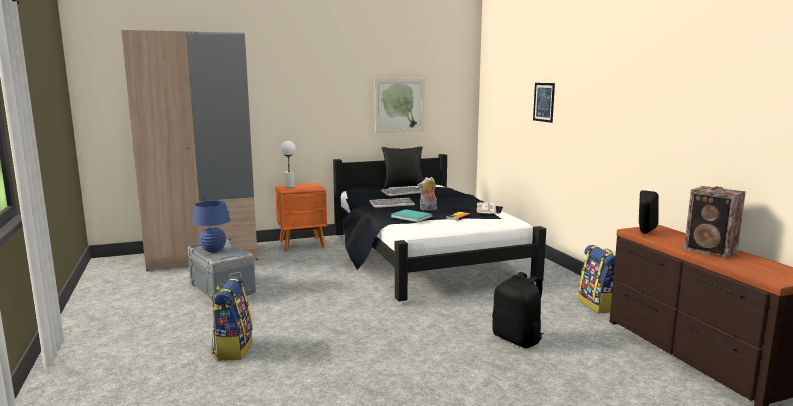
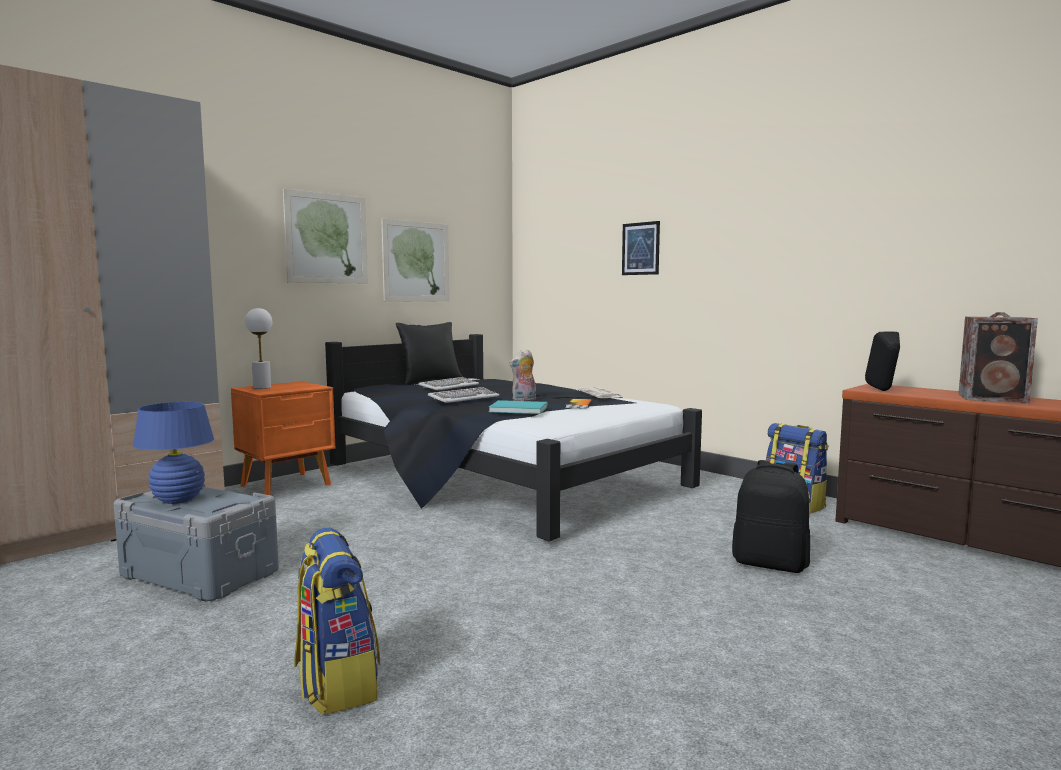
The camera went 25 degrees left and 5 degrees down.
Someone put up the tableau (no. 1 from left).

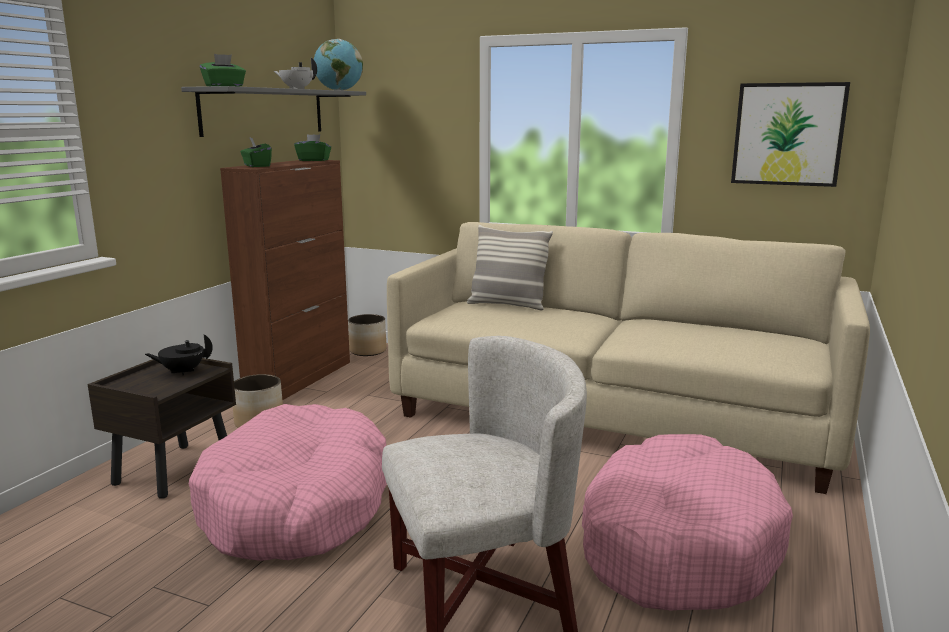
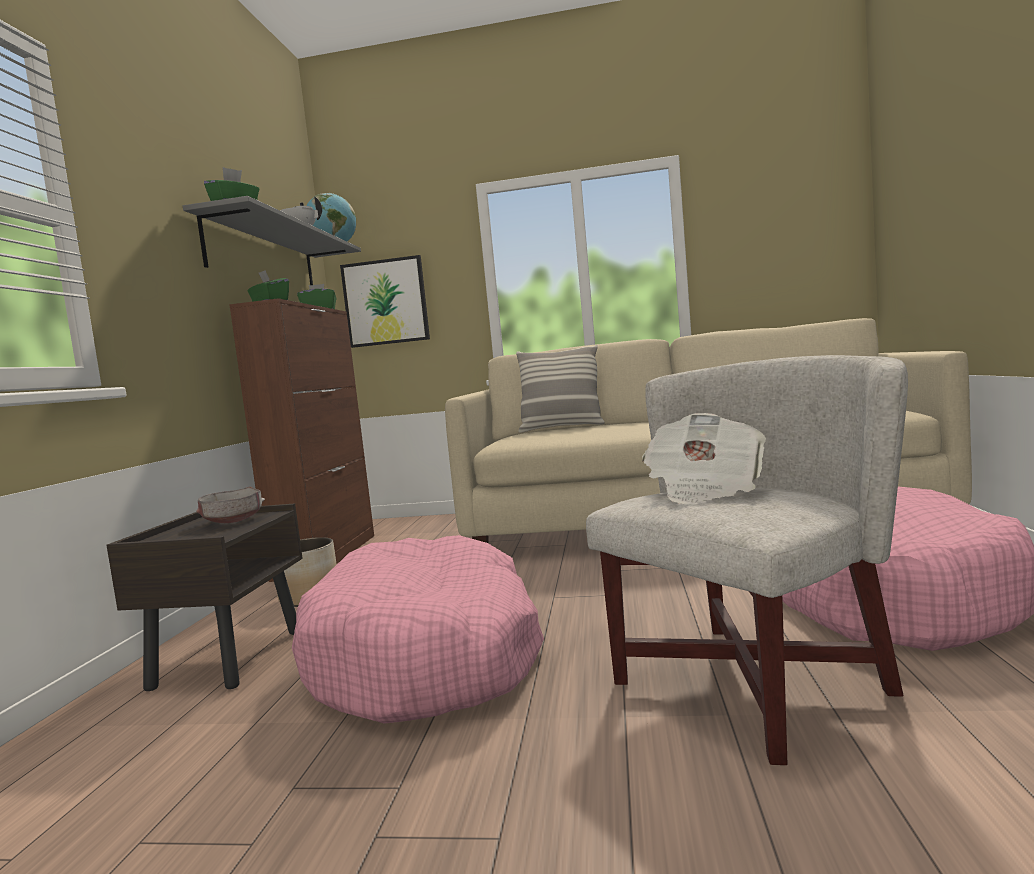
The camera went 15 degrees left and 10 degrees down.
Someone took away the cache-pot (no. 2 from left).
Someone put down the journal.
Someone carried the tableau.
Someone swapped the théière (noir) for the bol (gris).

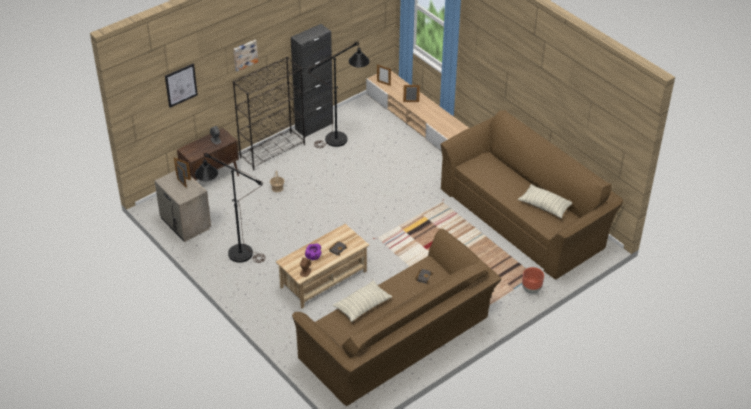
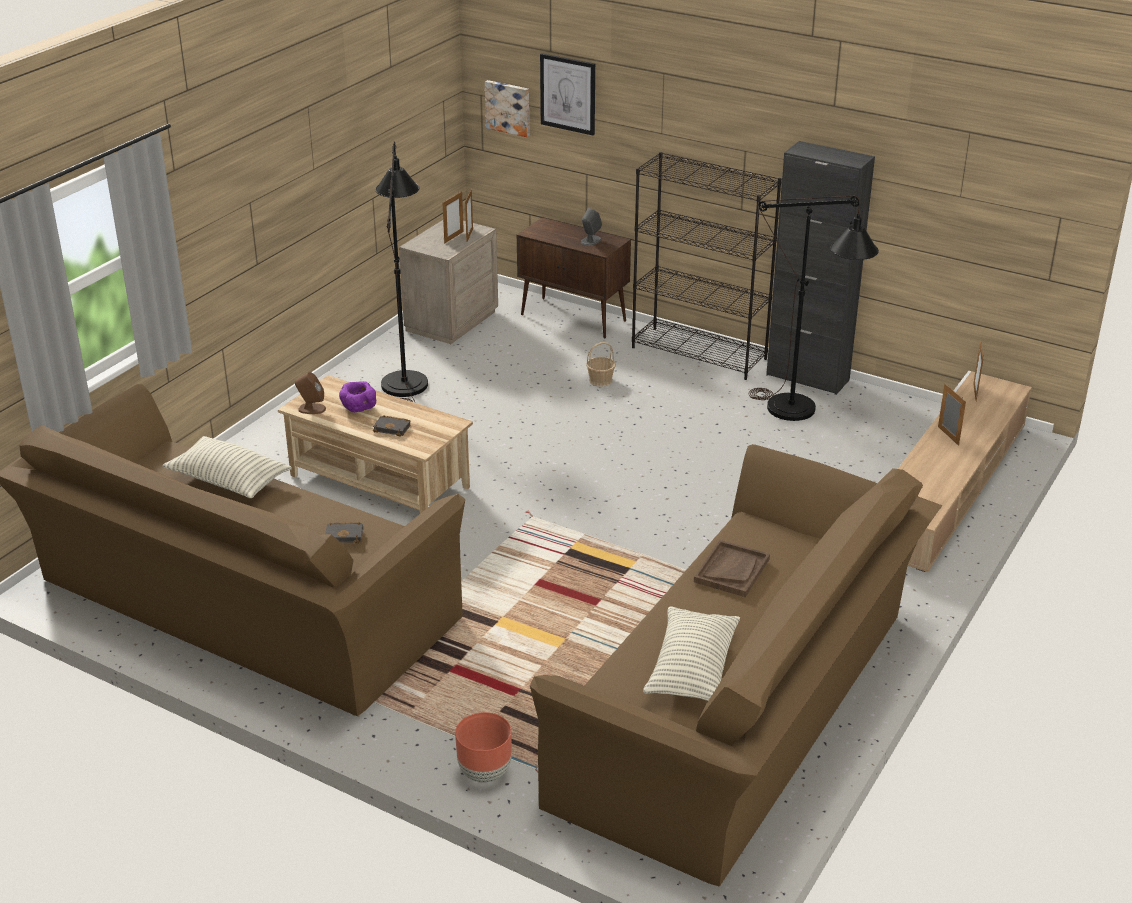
The camera went 70 degrees right and 10 degrees down.
Someone put down the plateau (marron).
Someone carried the tableau (no. 2 from left in the first image).

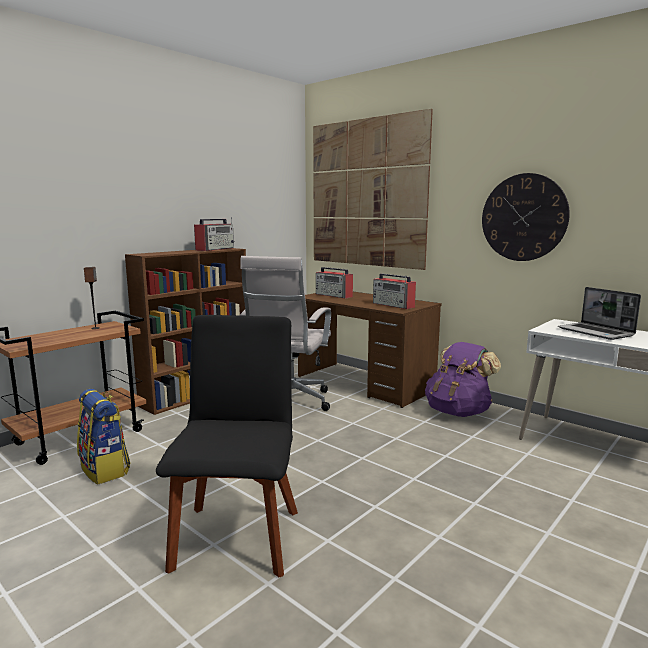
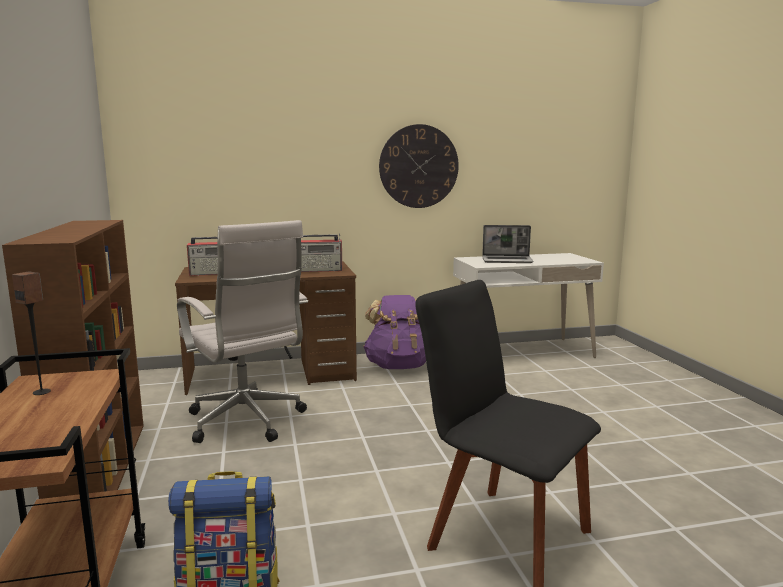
The camera went 55 degrees left and 0 degrees up.
Someone took away the radio (no. 1 from left).
Someone took away the tableau.

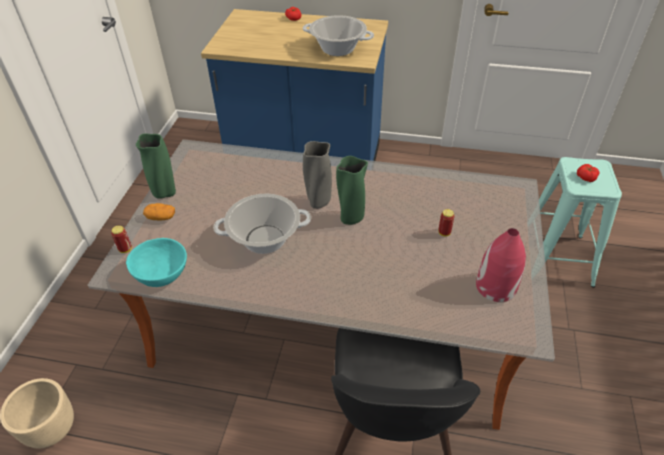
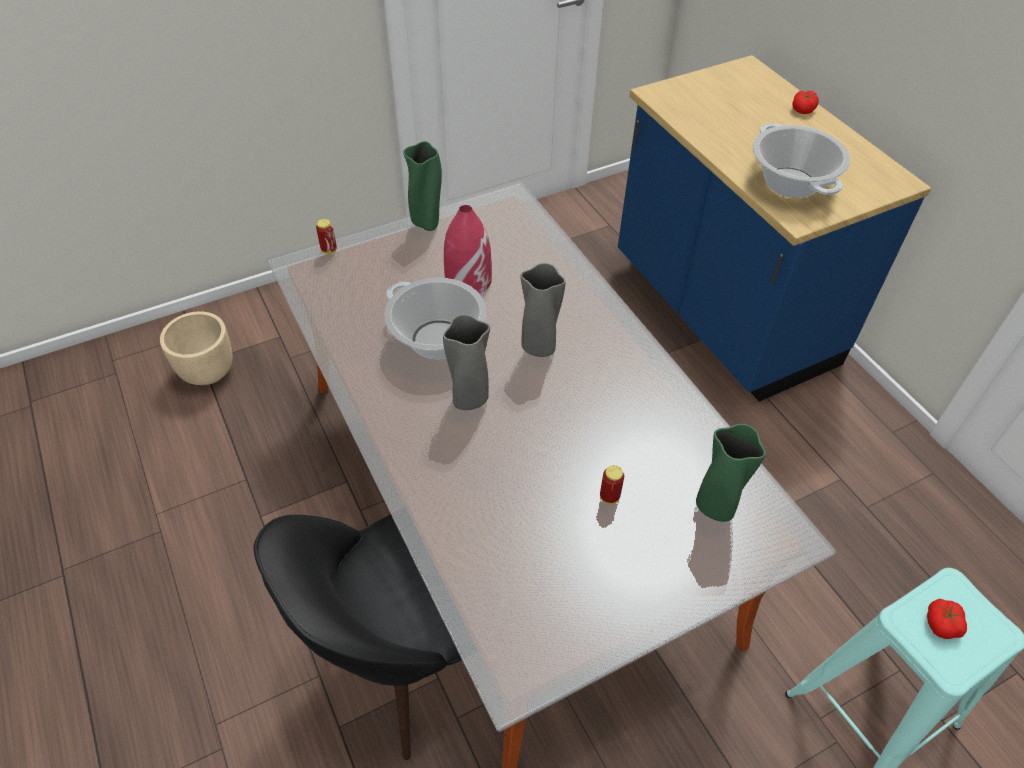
The camera went 50 degrees right and 5 degrees up.
Someone took away the bol (turquoise).
Someone took away the pomme de terre.
Someone put down the vase (gris) (no. 1 from left).
Someone carried the vase (vert) (no. 2 from left).
Someone carried the vase (rouge).

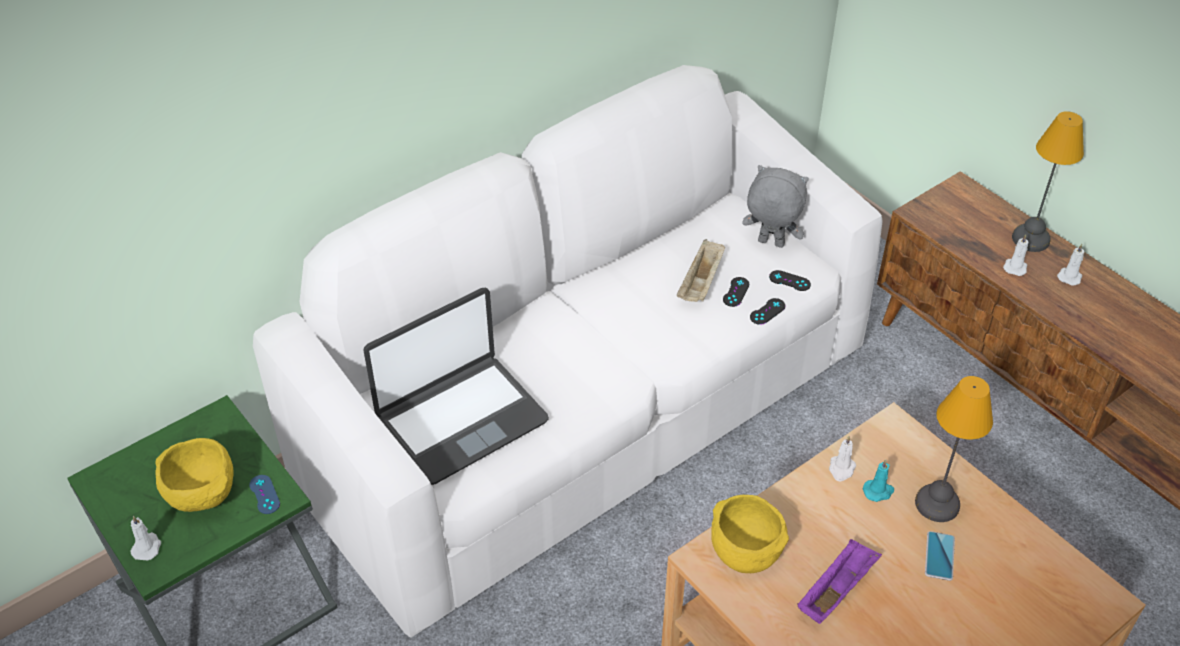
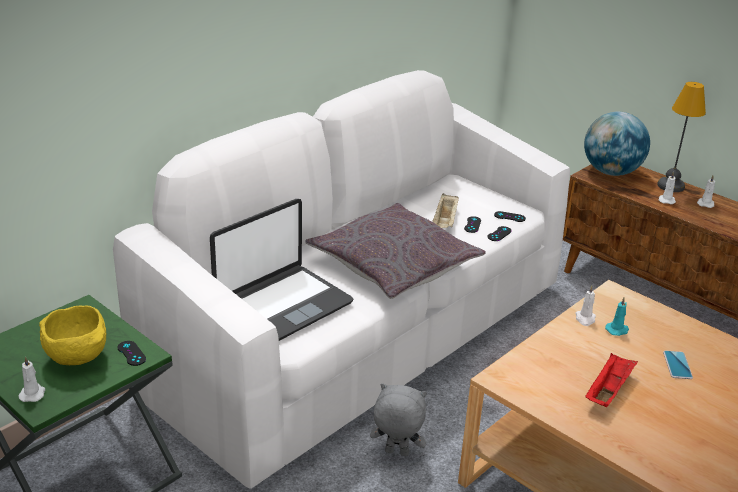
The camera went 10 degrees left and 15 degrees down.
Someone took away the bol (jaune) (no. 2 from left).
Someone took away the lampe de table (no. 1 from left).
Someone put down the coussin (gris).
Someone put down the globe.
Someone carried the peluche (gris).
Someone repainted the manette (bleu), which became the manette (noir) (no. 1 from left).
Someone repainted the plateau (violet), which became the plateau (rouge).

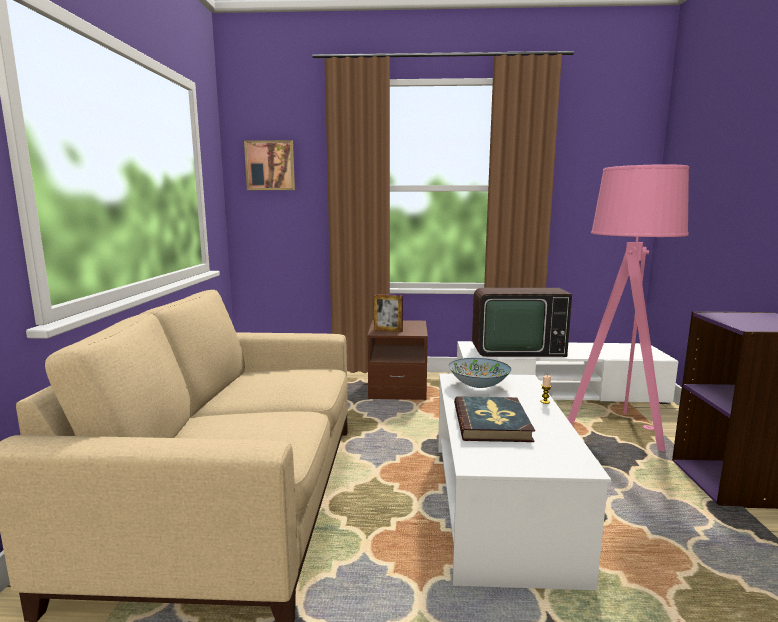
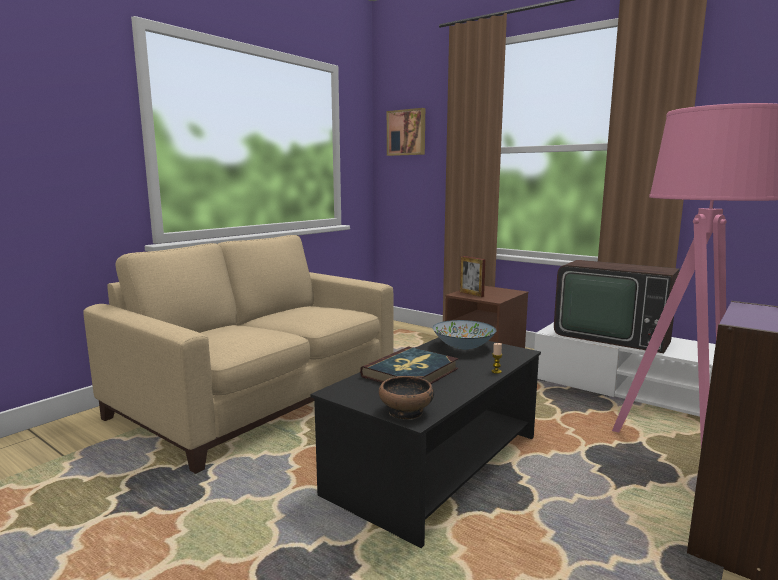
The camera went 35 degrees right and 0 degrees up.
Someone put down the bol (no. 1 from left).
Someone repainted the table basse (blanc), which became the table basse (noir).

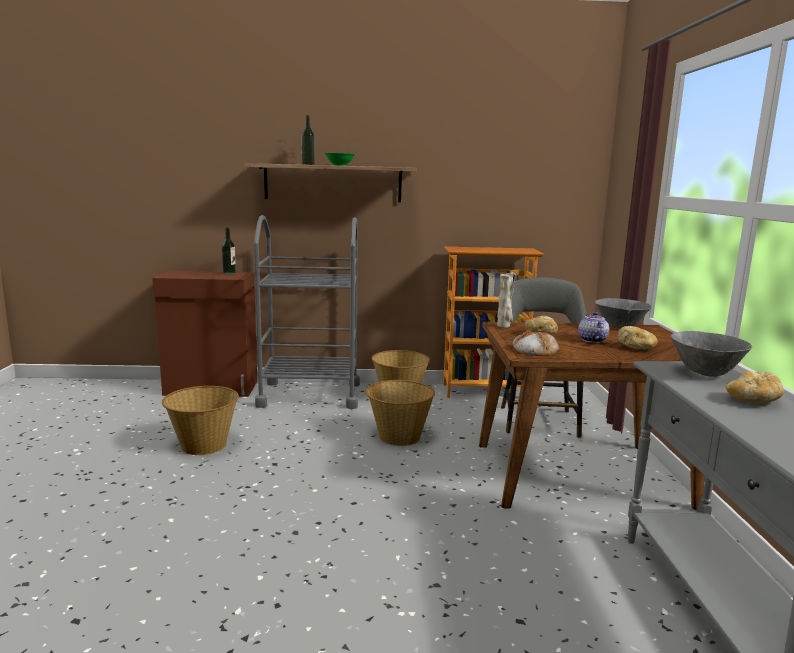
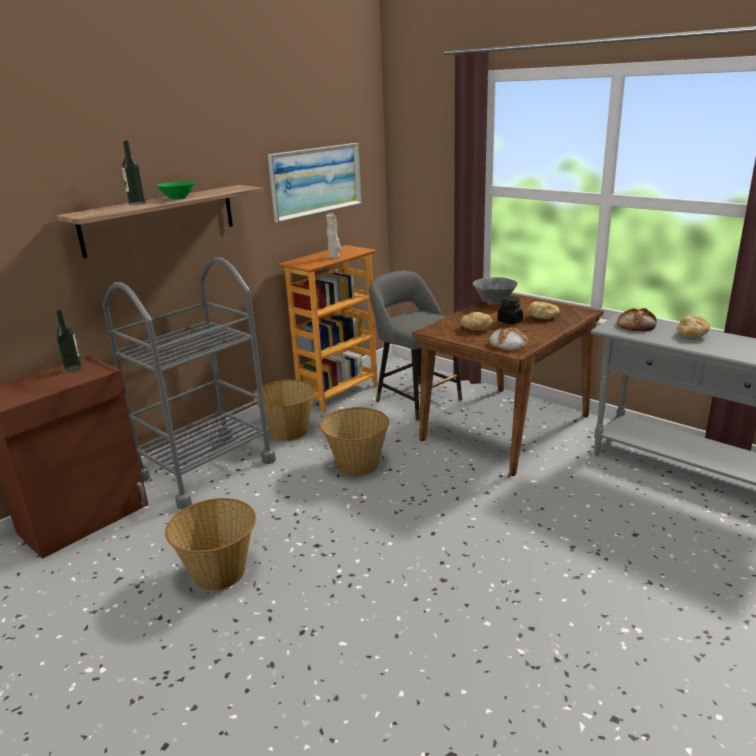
The camera went 45 degrees left and 10 degrees up.
Someone put up the tableau.
Someone carried the vase (beige).
Someone swapped the théière for the bocal (noir).
Someone swapped the bol (gris) (no. 2 from left) for the pain (no. 4 from left).

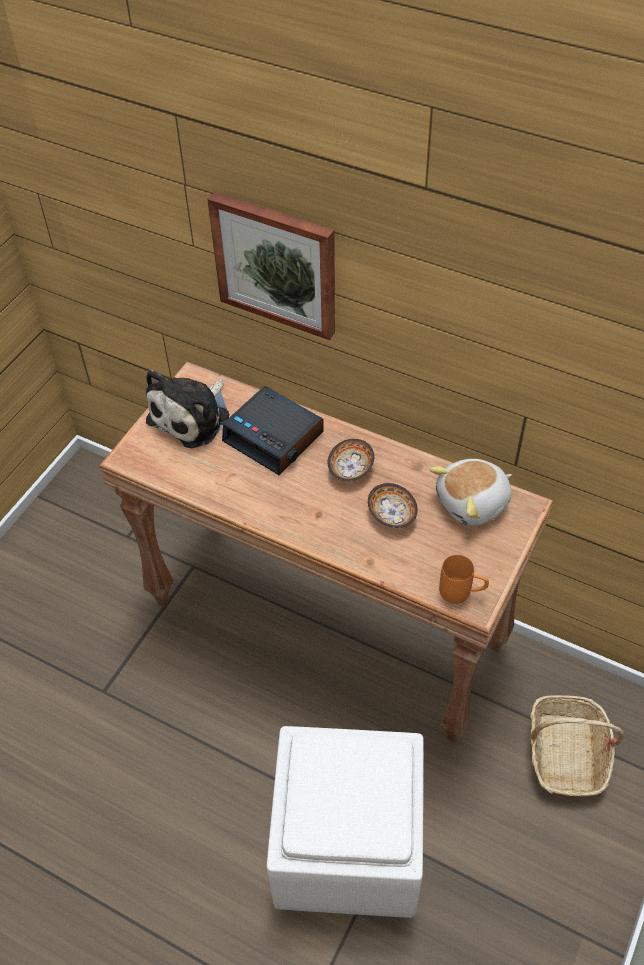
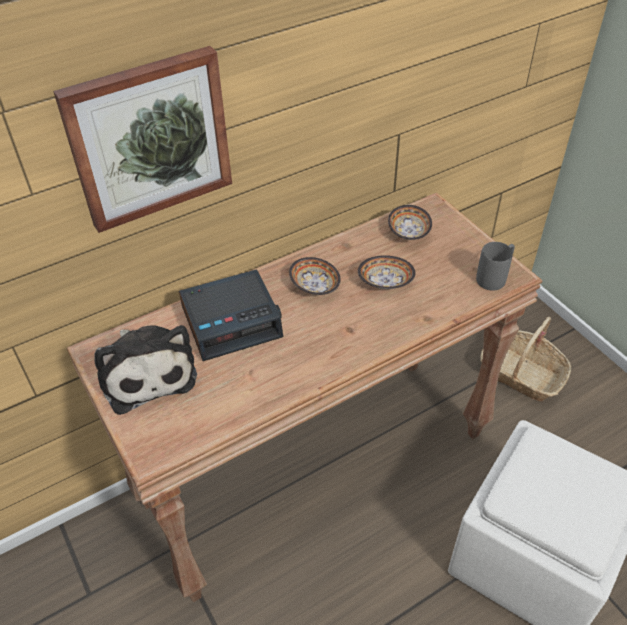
The camera went 60 degrees left and 5 degrees down.
Someone swapped the peluche (no. 2 from left) for the bol (no. 3 from left).
Someone repainted the mug (orange), which became the mug (gris).

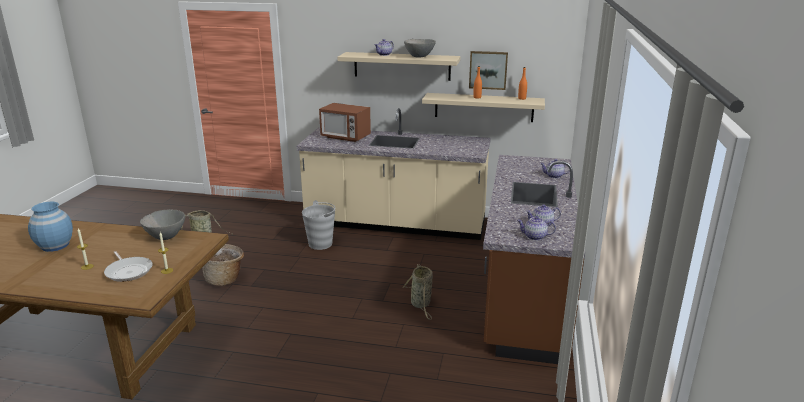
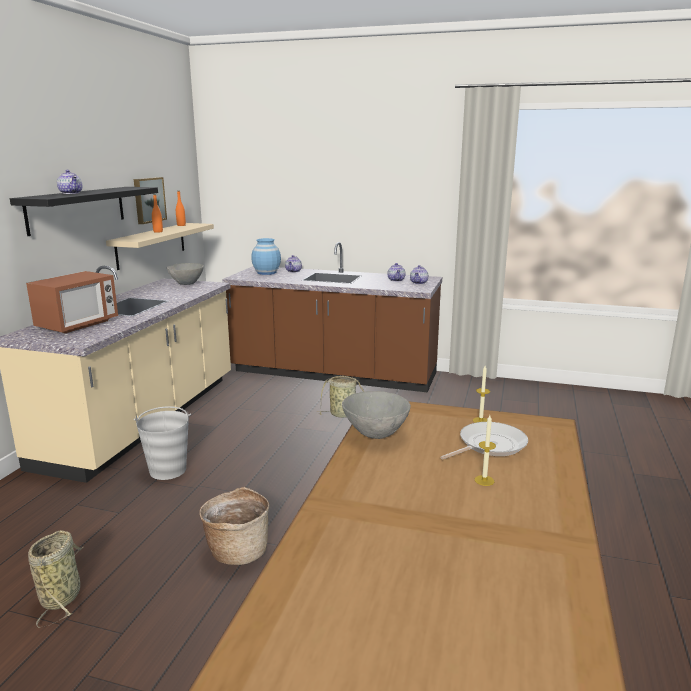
The camera went 85 degrees left and 5 degrees down.
Someone carried the vase (bleu).
Someone carried the bol (gris) (no. 2 from left in the first image).
Someone repainted the étagère (beige) (no. 1 from left), which became the étagère (noir).

